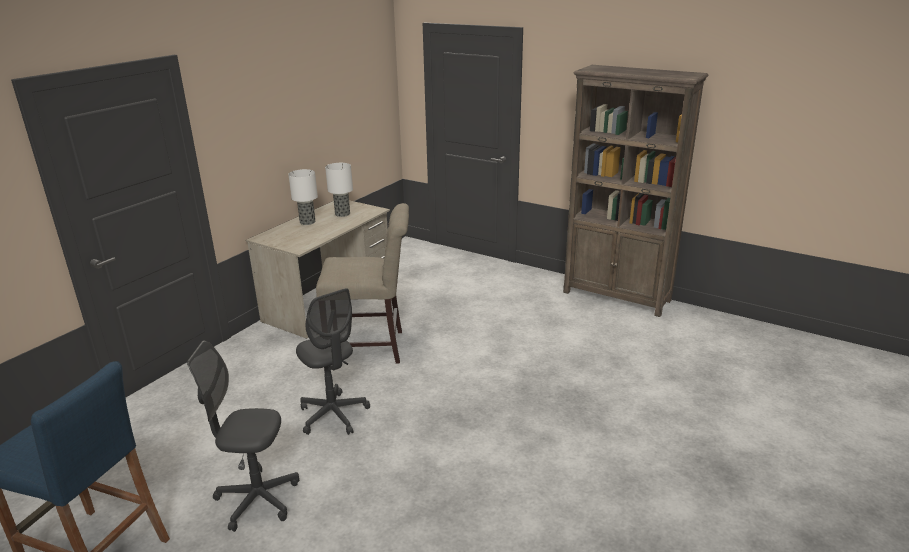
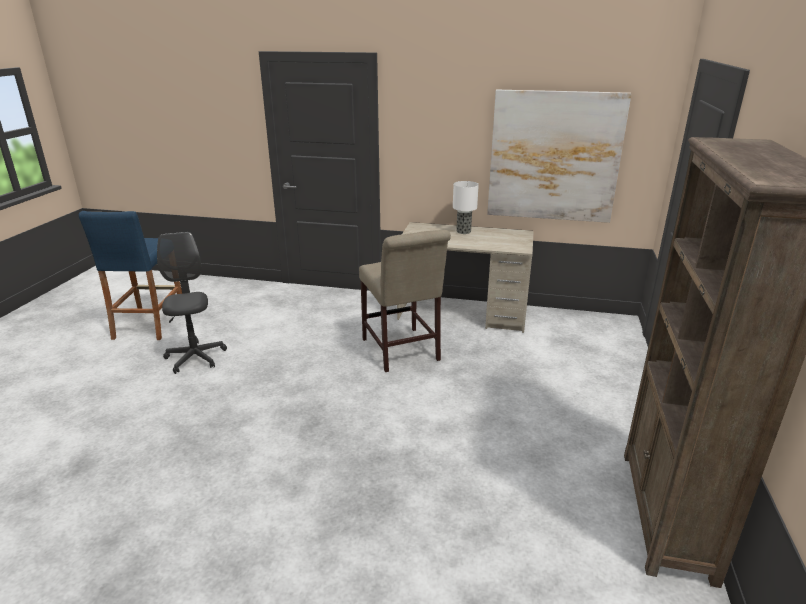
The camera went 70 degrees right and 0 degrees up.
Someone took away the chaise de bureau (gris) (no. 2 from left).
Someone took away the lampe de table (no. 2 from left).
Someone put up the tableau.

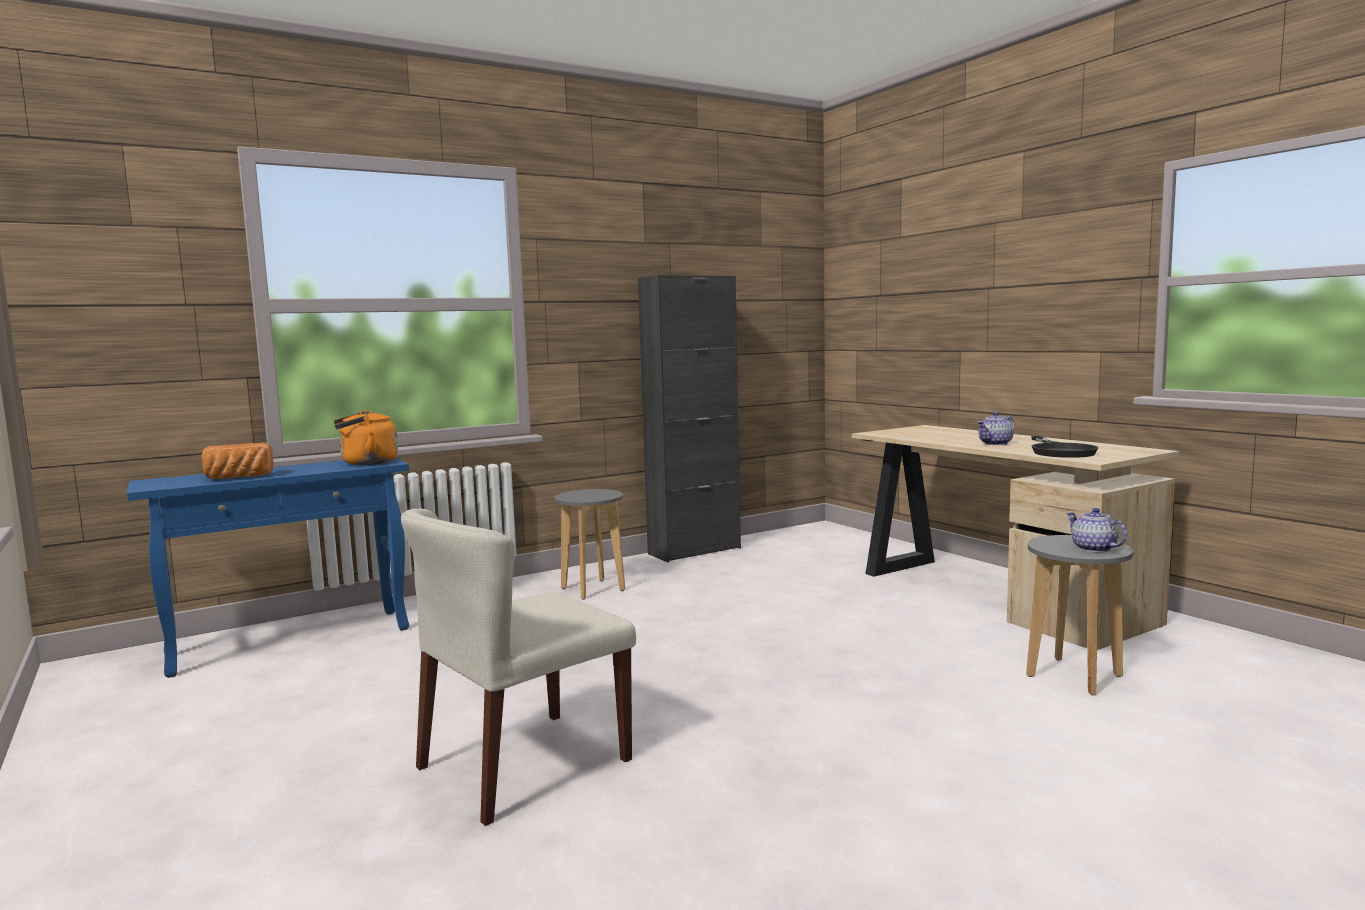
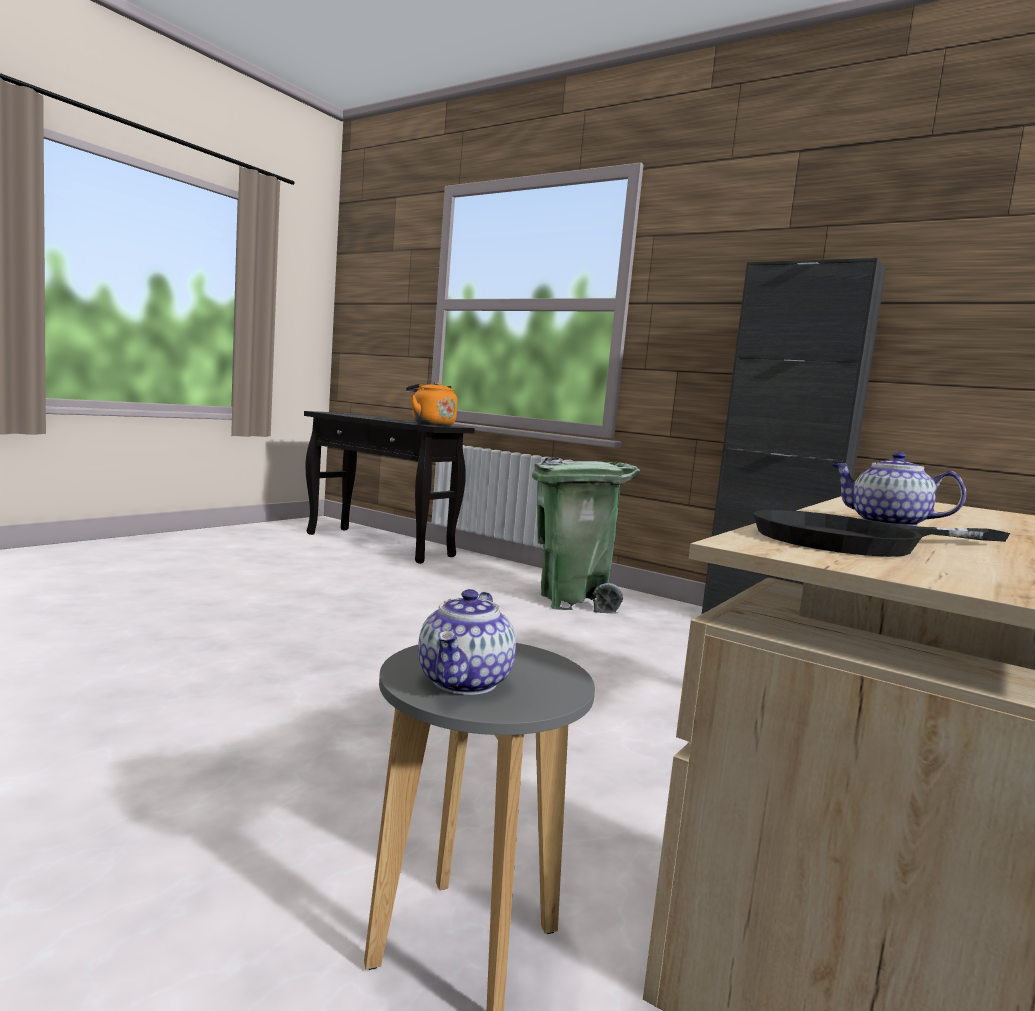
The camera went 65 degrees right and 0 degrees up.
Someone took away the pain.
Someone took away the chaise (beige).
Someone swapped the tabouret (gris) (no. 1 from left) for the poubelle (vert).
Someone repainted the table console (bleu), which became the table console (noir).
Someone rotated the théière (no. 2 from left in the first image) by 150 degrees clockwise.

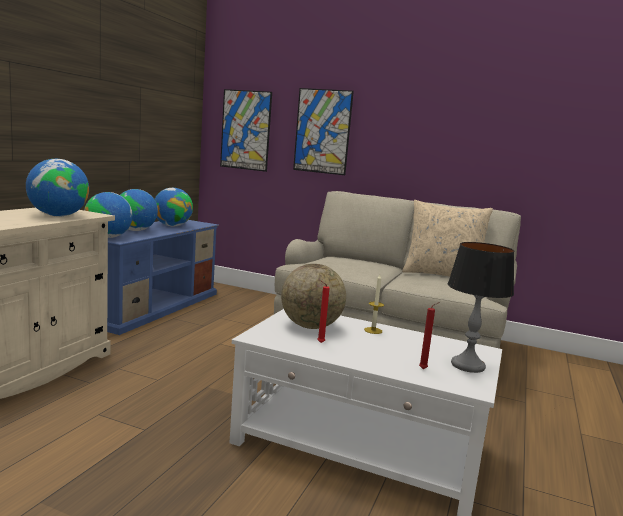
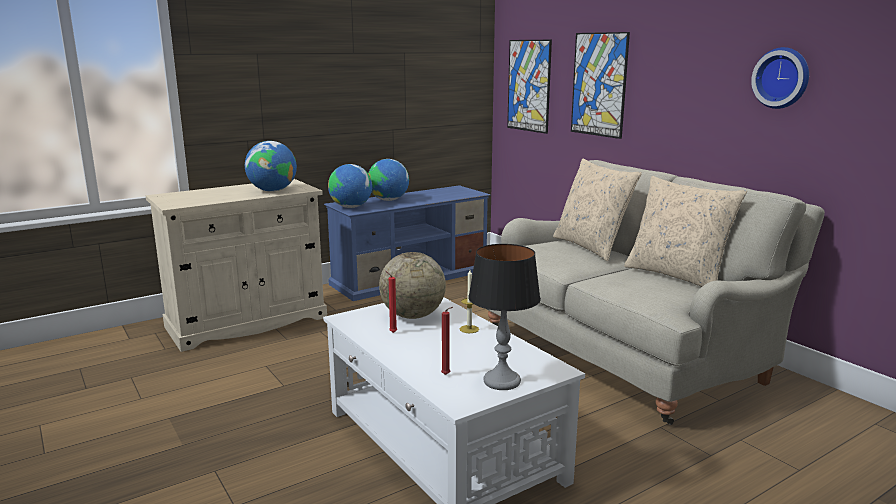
The camera went 35 degrees right and 5 degrees up.
Someone took away the globe (no. 4 from left).
Someone put down the coussin (beige) (no. 1 from left).
Someone put up the horloge murale.

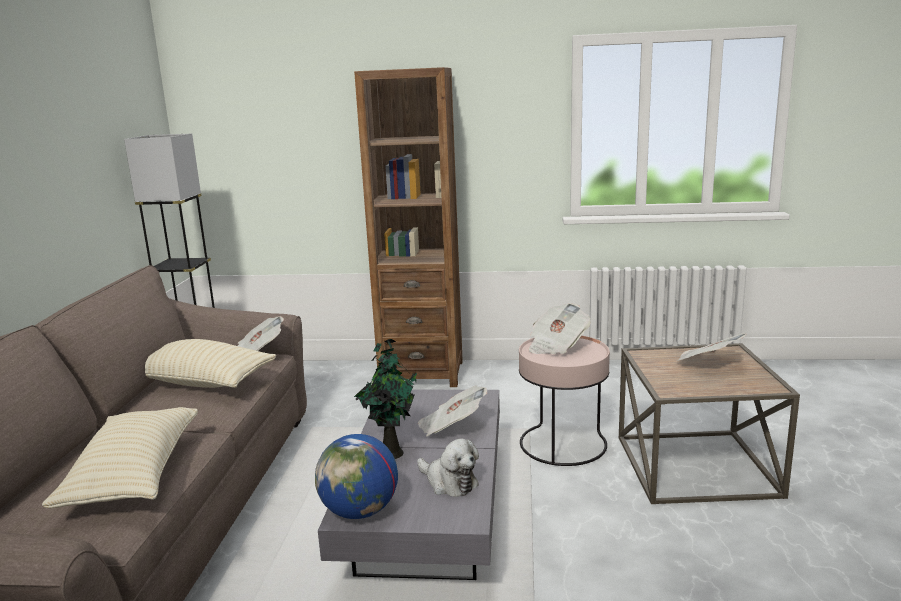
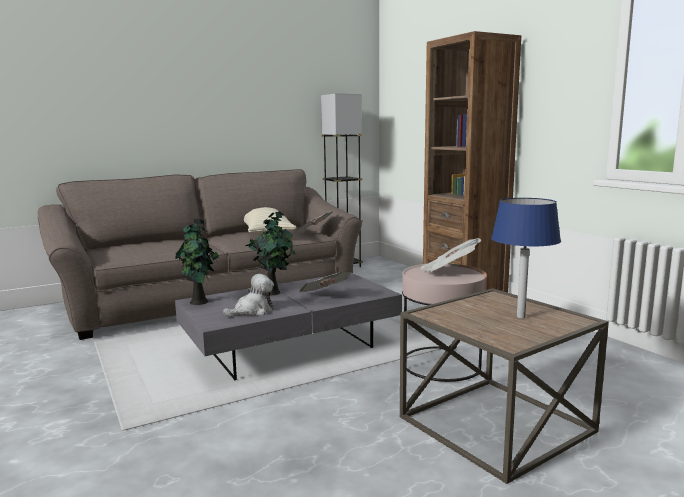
The camera went 55 degrees right and 5 degrees down.
Someone took away the coussin (beige) (no. 1 from left).
Someone swapped the globe for the plante en pot (no. 1 from left).
Someone swapped the journal (no. 4 from left) for the lampe de table (bleu).
Someone rotated the peluche by 135 degrees counterclockwise.

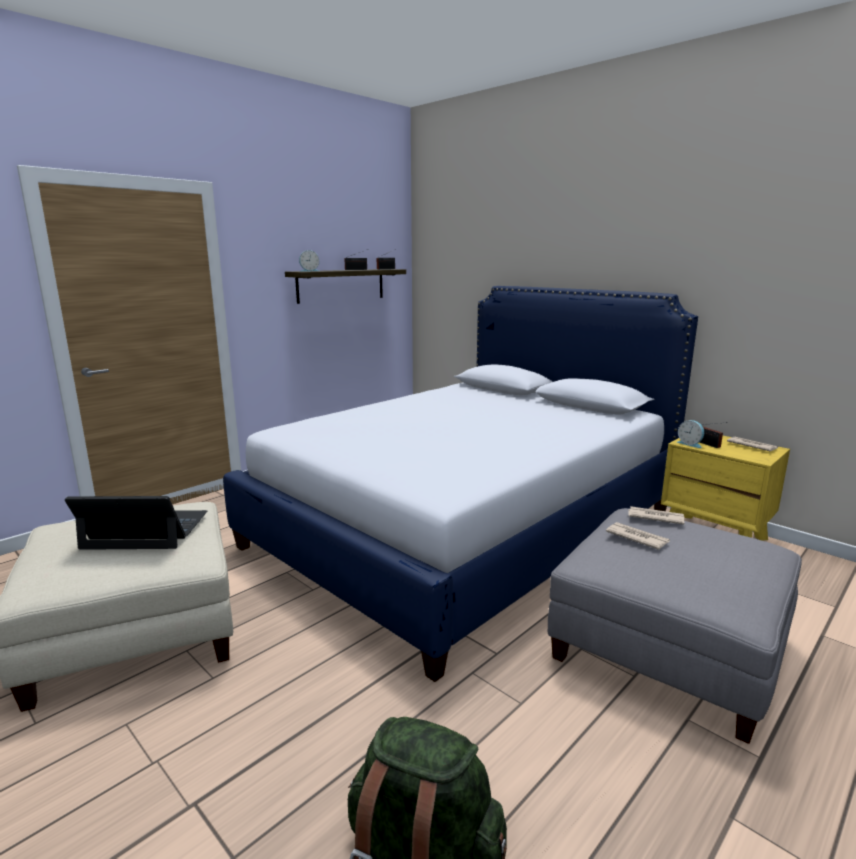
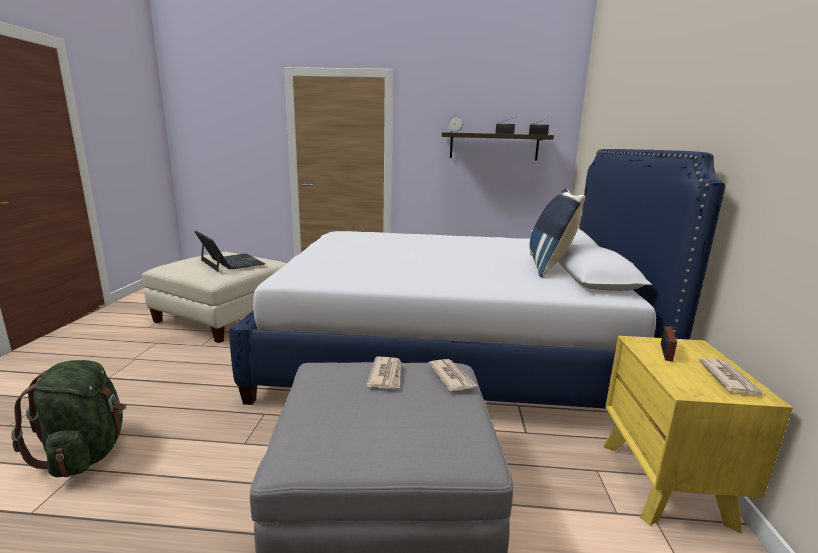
The camera went 50 degrees right and 0 degrees up.
Someone took away the réveil (no. 2 from left).
Someone put down the coussin (bleu).

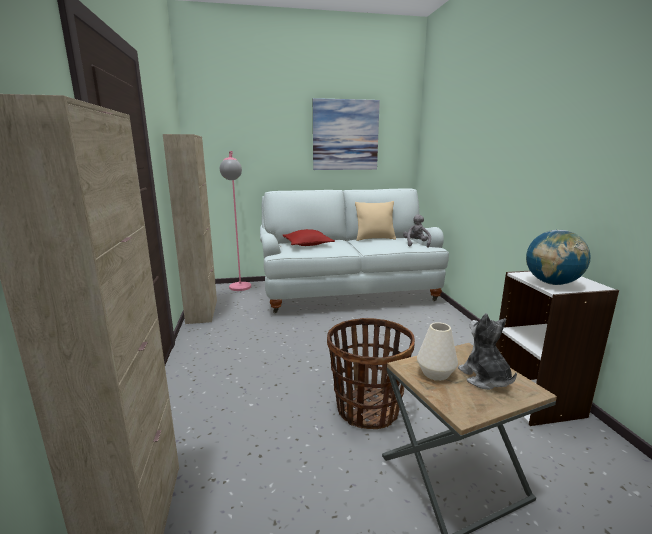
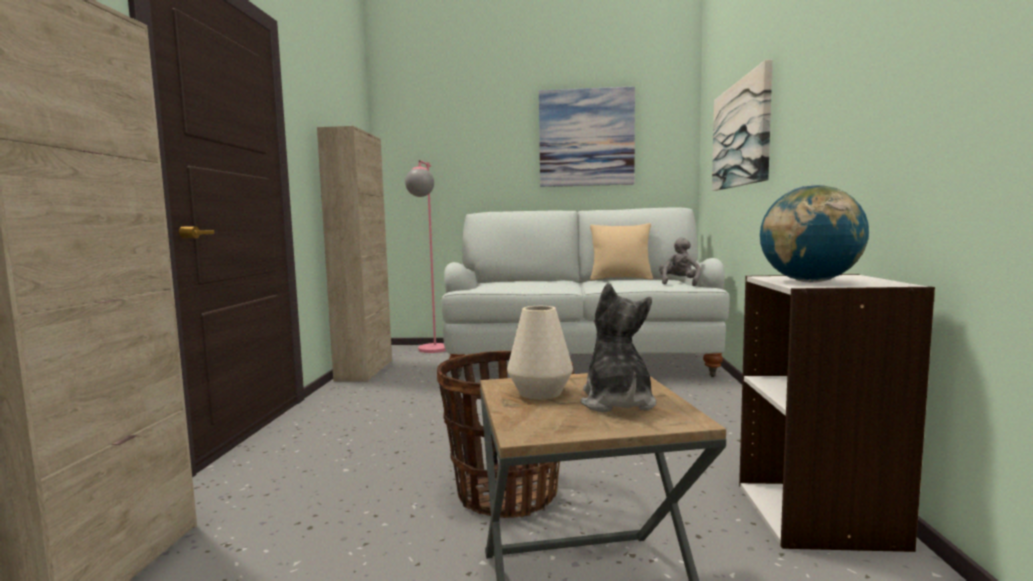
The camera went 15 degrees right and 10 degrees down.
Someone took away the coussin (rouge).
Someone put up the tableau (no. 2 from left).

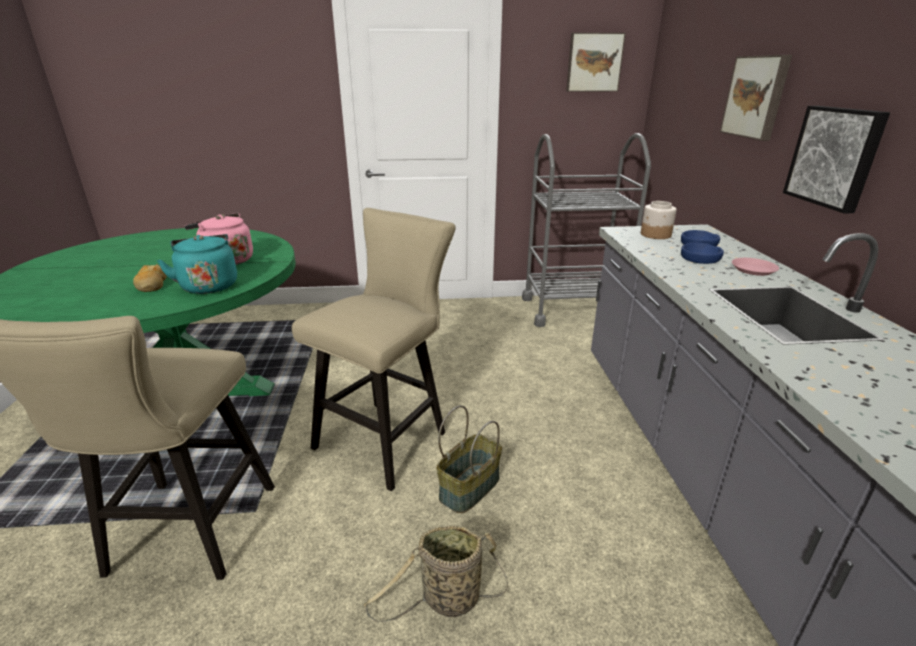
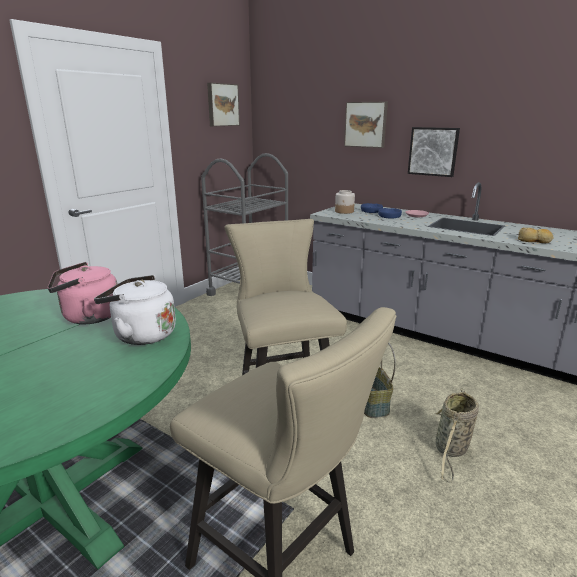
The camera went 50 degrees left and 5 degrees down.
Someone carried the pain.
Someone repainted the bouilloire (turquoise), which became the bouilloire (blanc).

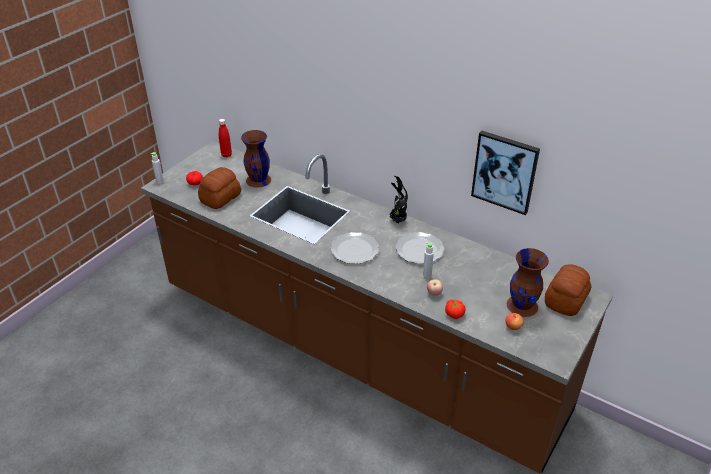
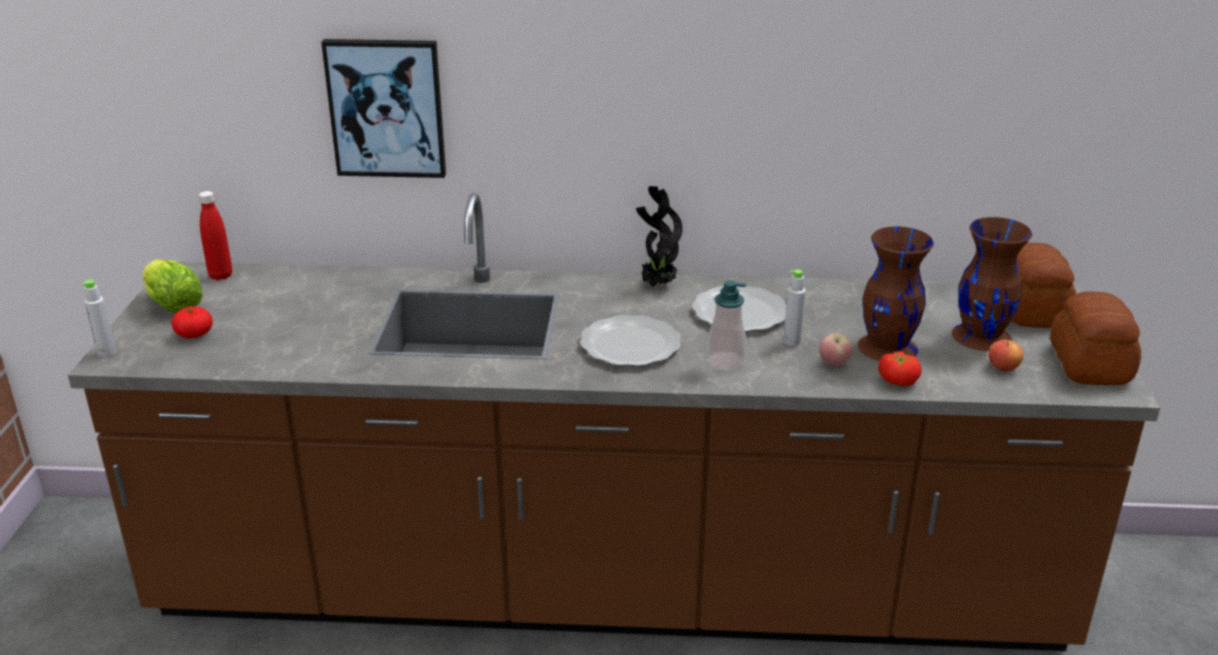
The camera went 30 degrees left and 10 degrees down.
Someone put down the laitue.
Someone put down the distributeur de savon.
Someone carried the pain (no. 1 from left in the first image).
Someone carried the vase (marron) (no. 1 from left).
Someone carried the tableau.

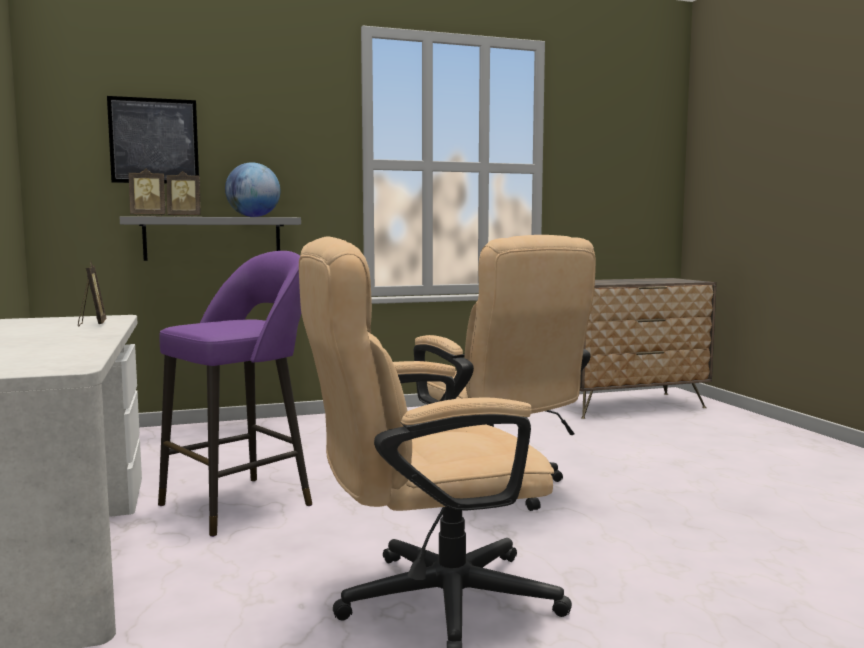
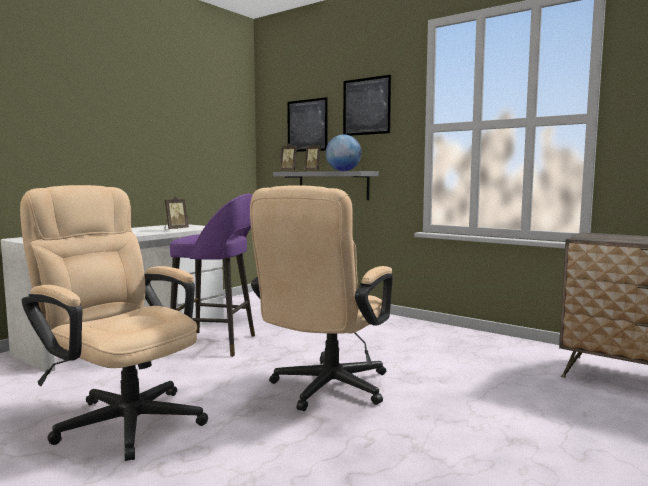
The camera went 55 degrees right and 0 degrees up.
Someone put up the tableau (no. 2 from left).

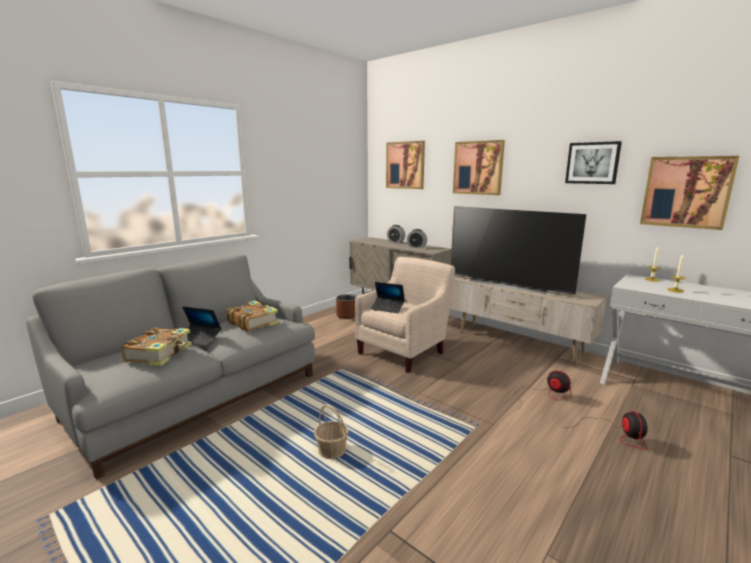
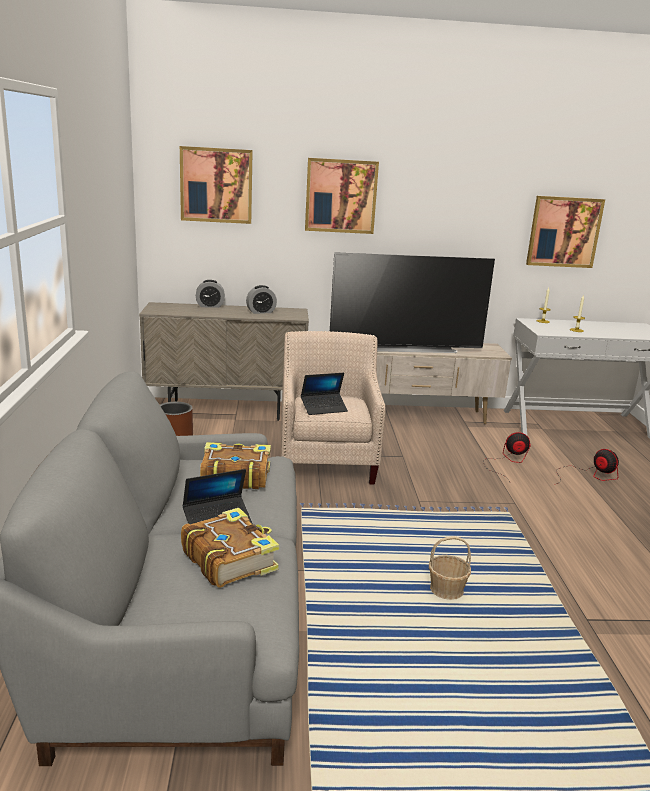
The camera went 45 degrees left and 5 degrees up.
Someone took away the tableau (no. 3 from left).

